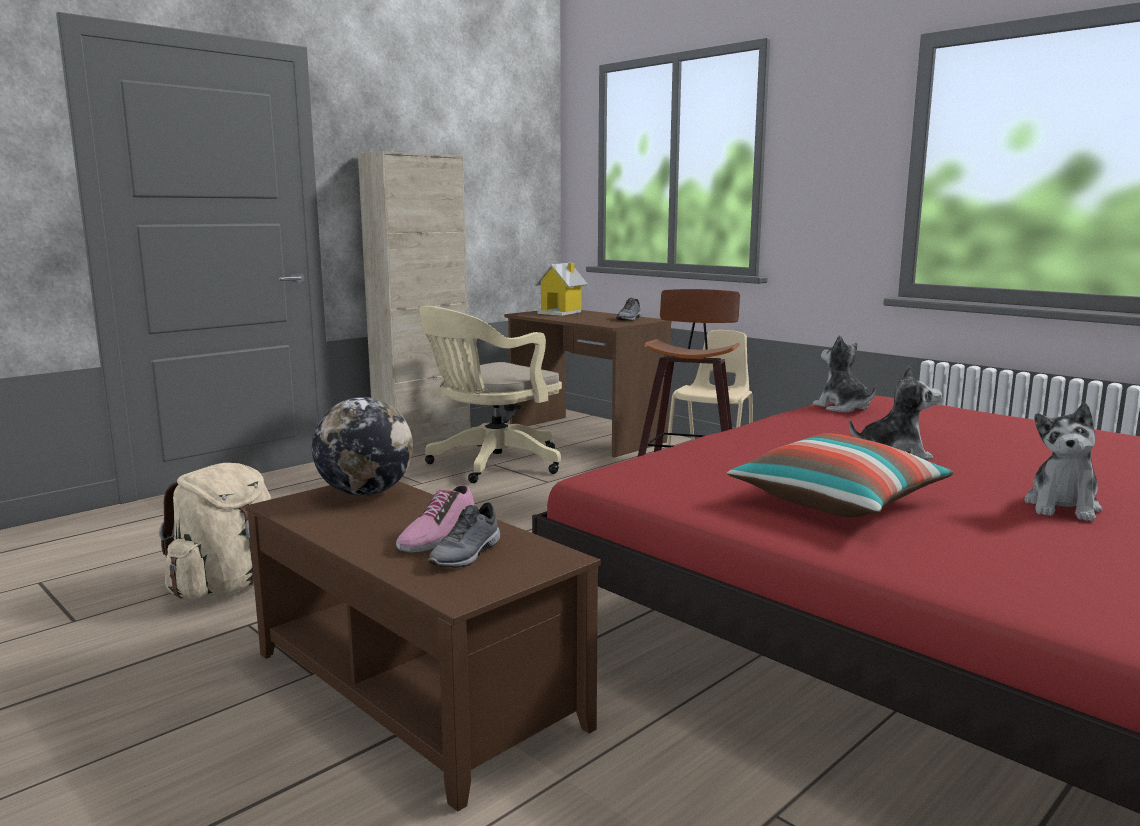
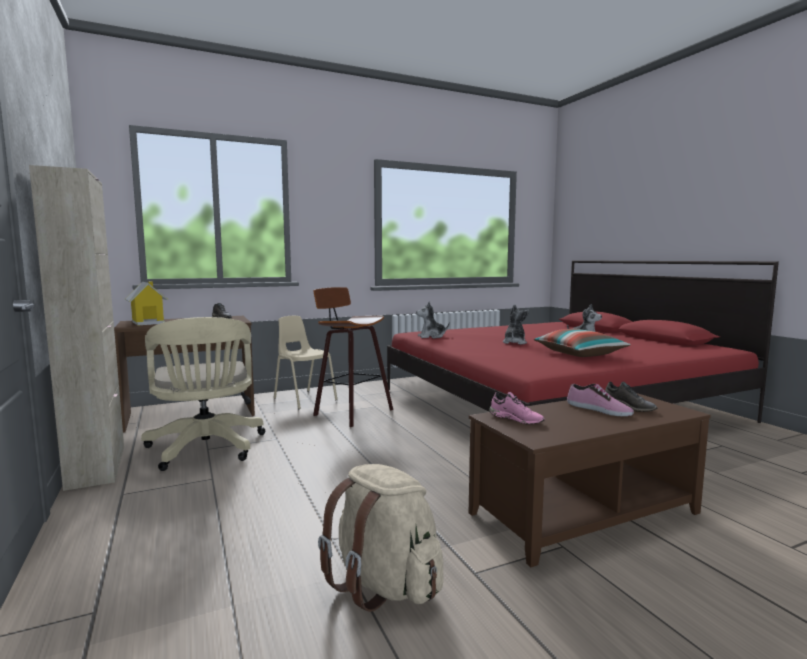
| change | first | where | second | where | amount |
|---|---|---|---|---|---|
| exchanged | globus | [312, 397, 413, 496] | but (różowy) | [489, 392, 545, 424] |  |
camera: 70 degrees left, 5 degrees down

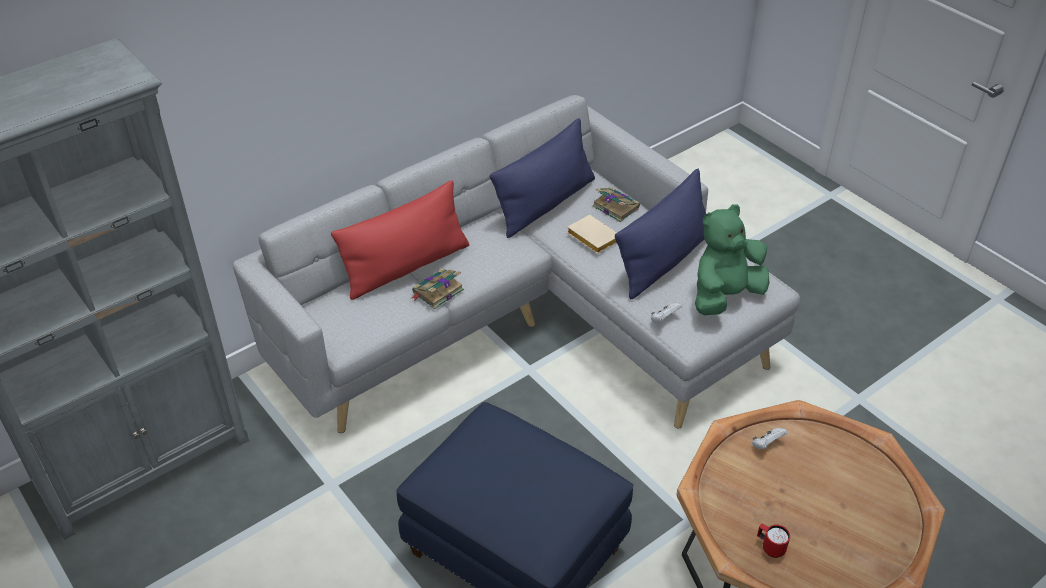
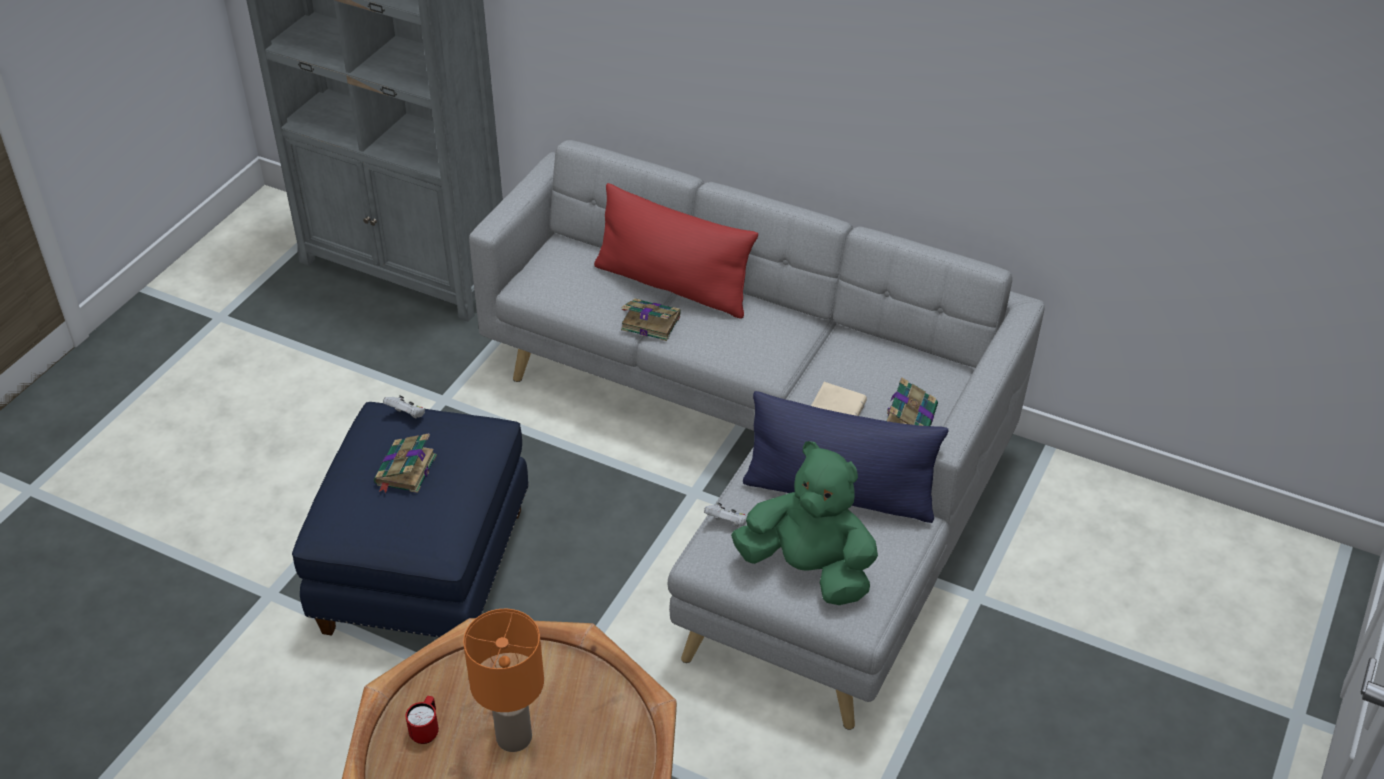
| change | first | where | second | where | amount |
|---|---|---|---|---|---|
| missing | poduszka (niebieski) | [490, 118, 595, 238] |  |  |  |
| relocated | pad do gier (biały) | [752, 428, 787, 449] |  | [383, 395, 425, 418] |  |
| appeared |  |  | książka | [374, 433, 437, 494] |  |
| appeared |  |  | lampa stołowa (pomarańczowy) | [463, 609, 544, 752] |  |
camera: 65 degrees right, 0 degrees up

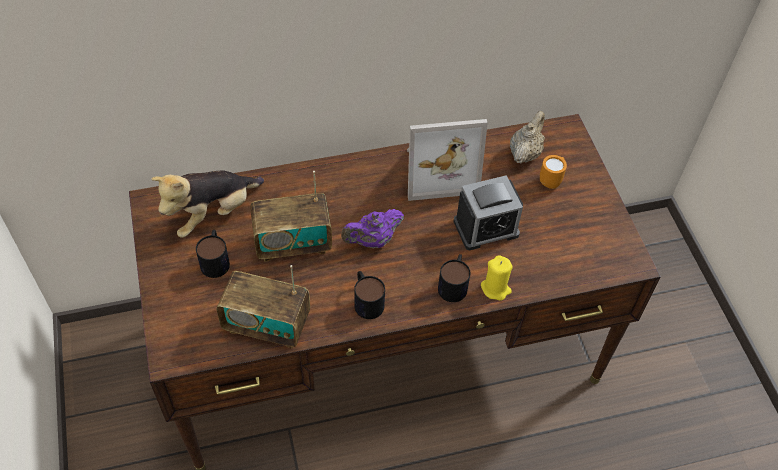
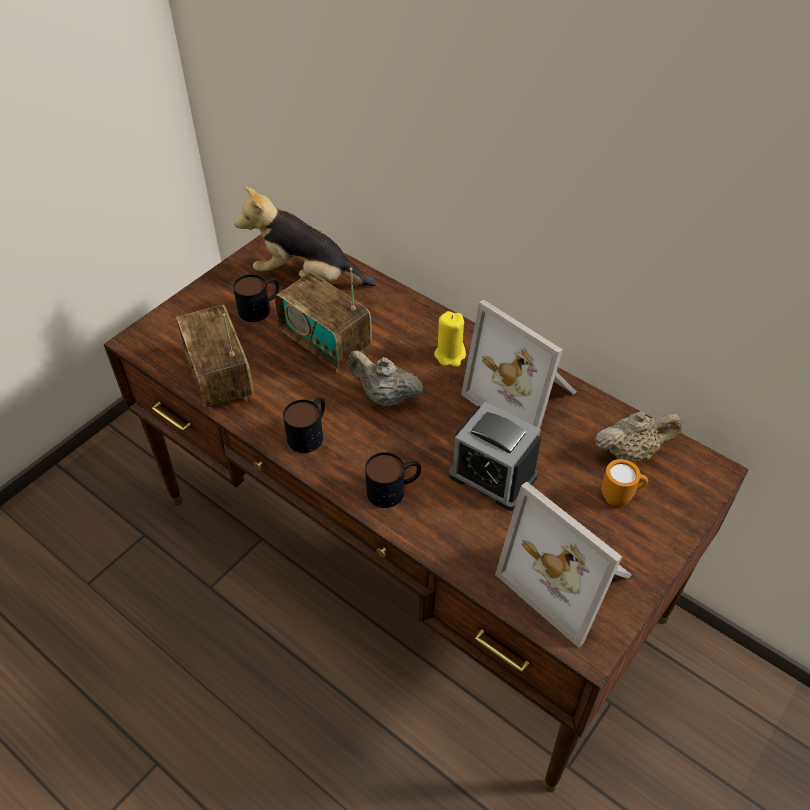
| change | first | where | second | where | amount |
|---|---|---|---|---|---|
| colour | imbryk (fioletowy) | [341, 209, 404, 248] | imbryk (beżowy) | [348, 350, 424, 407] |  |
| relocated | świeca (żółty) | [481, 255, 513, 300] |  | [434, 311, 466, 367] |  |
| appeared |  |  | ramka na zdjęcie | [495, 482, 632, 648] |  |
camera: 55 degrees right, 5 degrees down

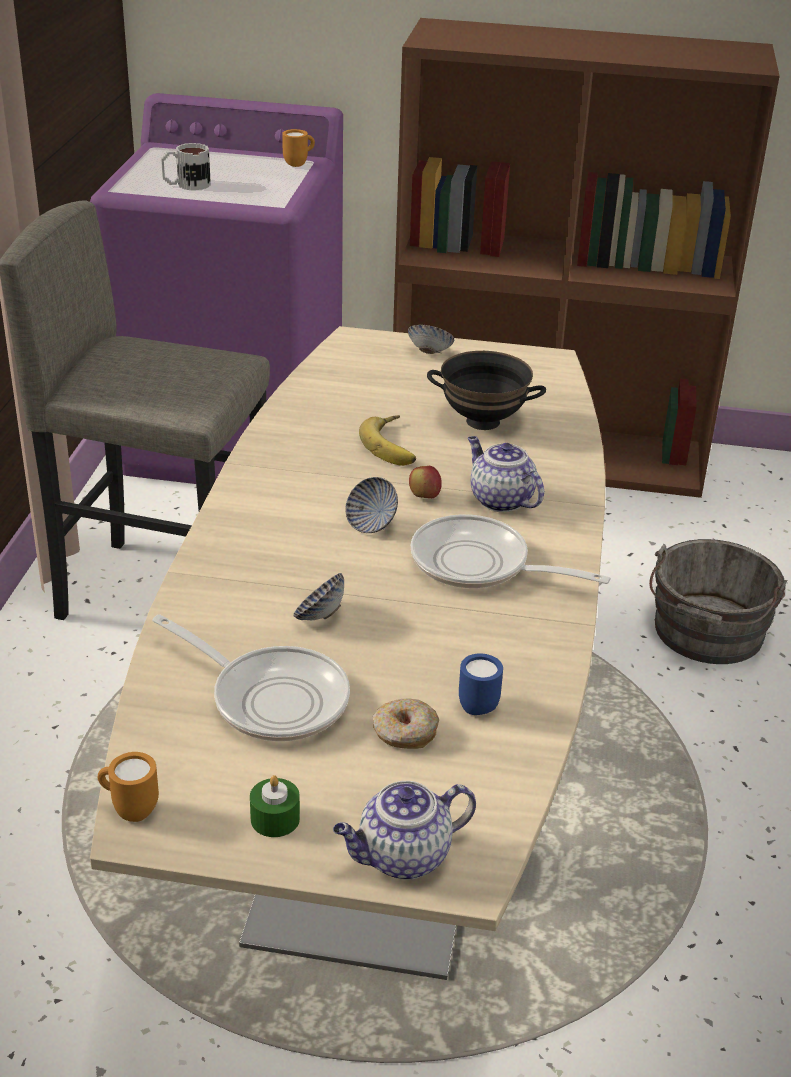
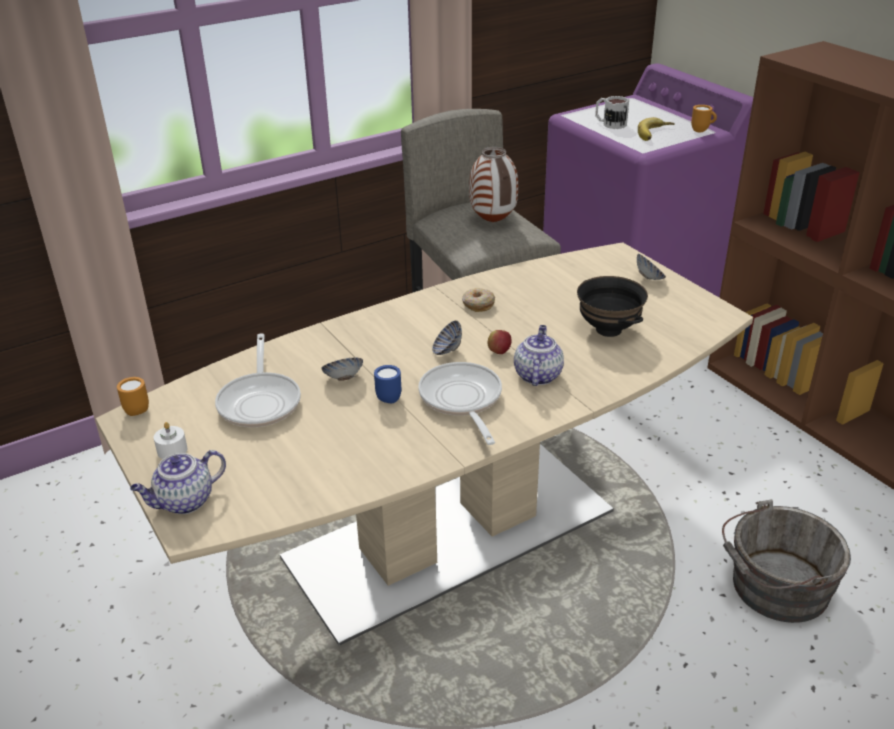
| change | first | where | second | where | amount |
|---|---|---|---|---|---|
| relocated | banan | [359, 415, 416, 466] |  | [638, 117, 675, 141] |  |
| relocated | kubek (niebieski) | [459, 653, 503, 715] |  | [374, 365, 401, 403] |  |
| relocated | donut | [373, 699, 439, 749] |  | [462, 288, 495, 312] |  |
| colour | świeca (zielony) | [250, 775, 300, 837] | świeca (biały) | [154, 422, 187, 459] |  |
| spun | imbryk | [333, 781, 476, 880] |  | [130, 450, 226, 514] | 60 degrees counterclockwise |
| appeared |  |  | wazon | [469, 147, 518, 222] |  |
camera: 50 degrees right, 0 degrees up

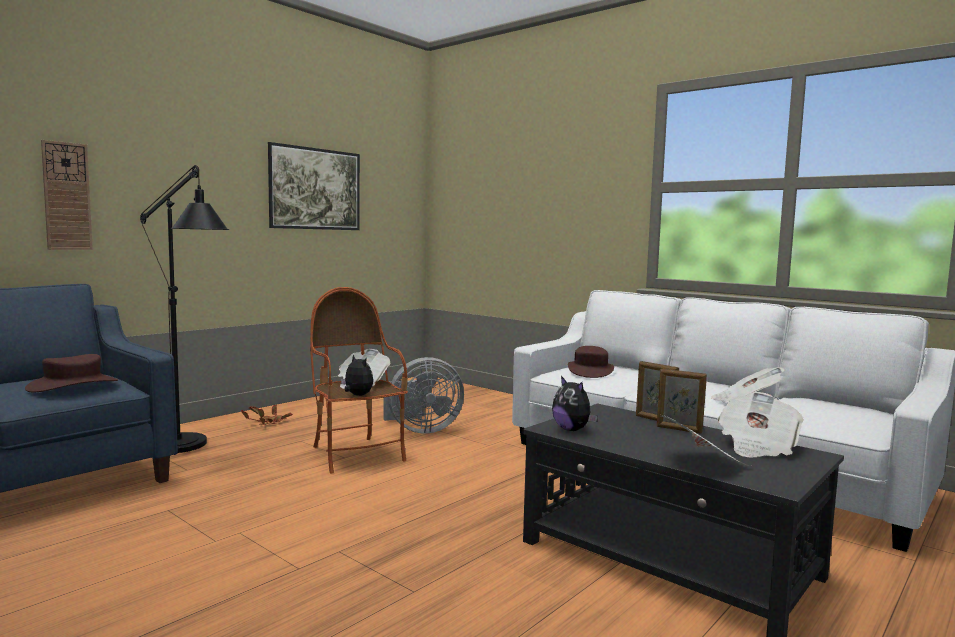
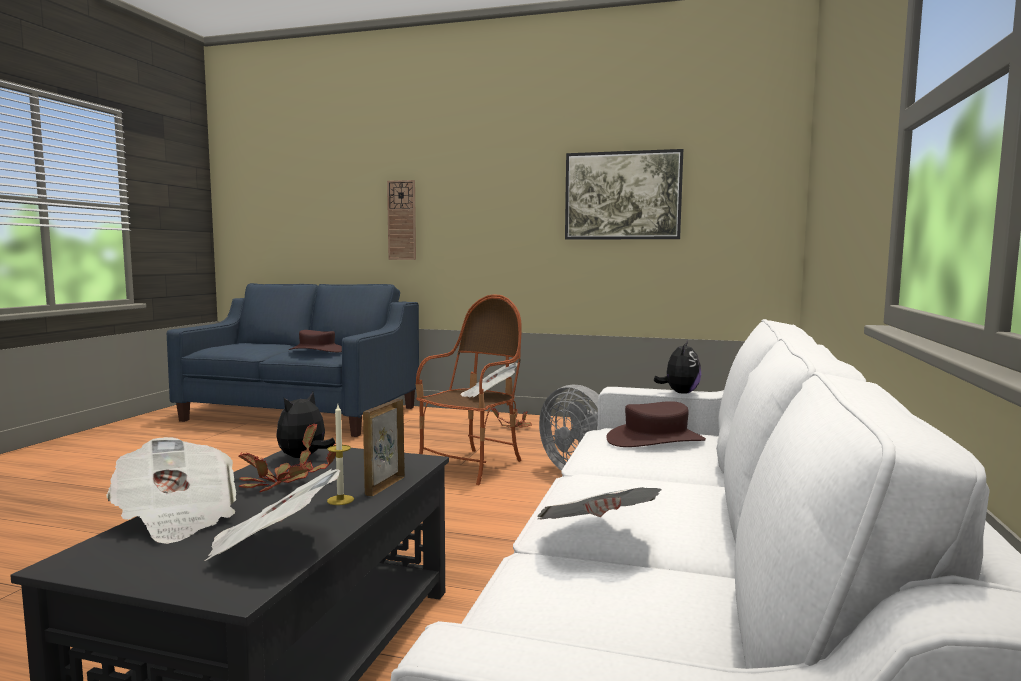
| change | first | where | second | where | amount |
|---|---|---|---|---|---|
| missing | lampa stojąca (czarny) | [140, 165, 229, 453] |  |  |  |
| relocated | pluszak | [341, 354, 373, 396] |  | [654, 341, 701, 394] |  |
| exchanged | ramka na zdjęcie | [657, 369, 707, 434] | świeca | [327, 405, 354, 505] |  |
| appeared |  |  | roślina doniczkowa | [239, 424, 336, 492] |  |
camera: 65 degrees right, 0 degrees up

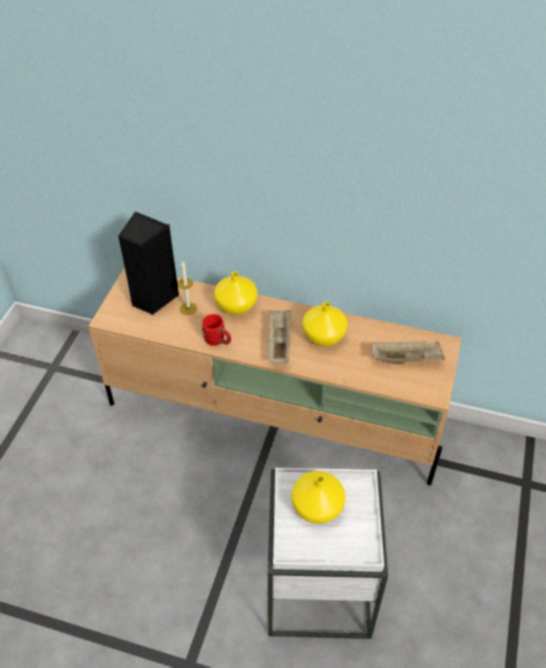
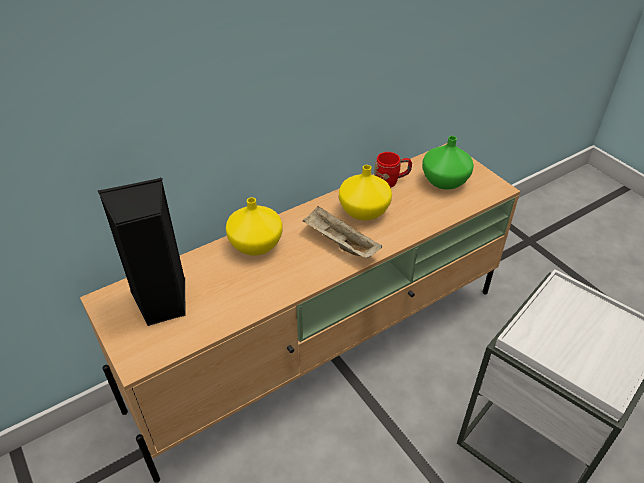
| change | first | where | second | where | amount |
|---|---|---|---|---|---|
| missing | świeca | [178, 261, 197, 315] |  |  |  |
| relocated | kubek (czerwony) | [202, 314, 231, 346] |  | [374, 152, 412, 188] |  |
| exchanged | taca (beżowy) | [371, 341, 445, 364] | wazon (zielony) | [422, 136, 474, 190] |  |
| missing | wazon (żółty) | [291, 471, 346, 524] |  |  |  |
camera: 50 degrees left, 5 degrees down

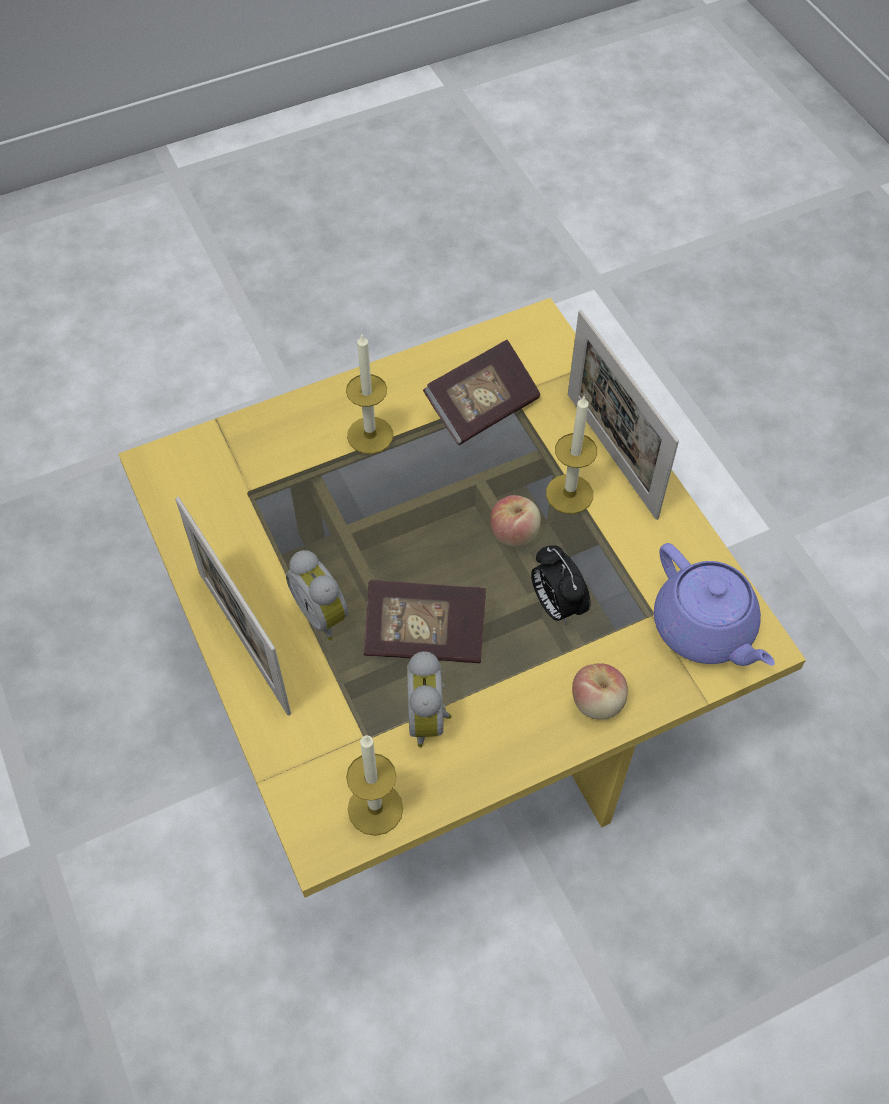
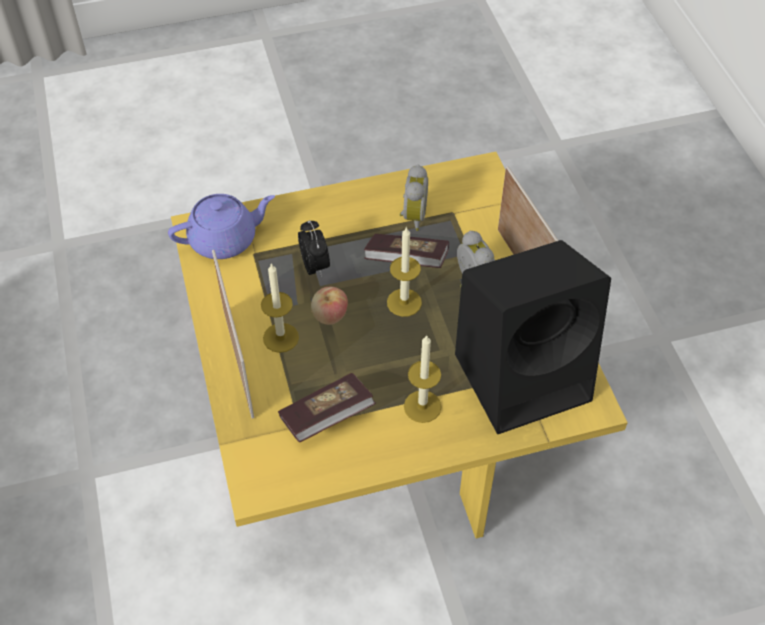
| change | first | where | second | where | amount |
|---|---|---|---|---|---|
| spun | imbryk (fioletowy) | [654, 543, 775, 666] |  | [168, 194, 275, 259] | 90 degrees clockwise |
| missing | jabłko | [572, 663, 628, 720] |  |  |  |
| relocated | świeca | [346, 735, 403, 836] |  | [387, 227, 422, 317] |  |
| appeared |  |  | głośnik (czarny) | [455, 240, 611, 434] |  |
camera: 170 degrees left, 5 degrees down

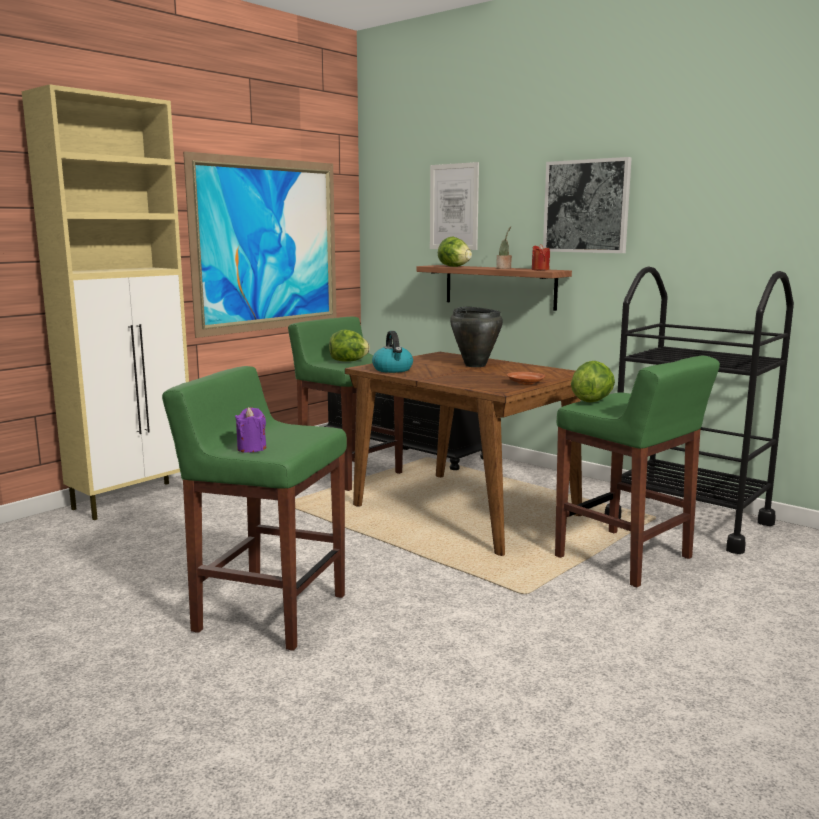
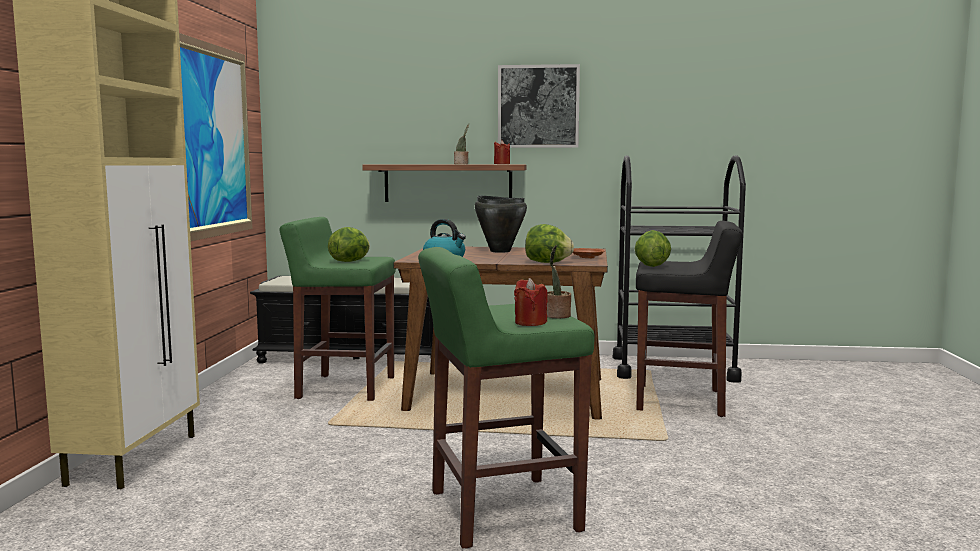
| change | first | where | second | where | amount |
|---|---|---|---|---|---|
| missing | obraz | [430, 162, 479, 250] |  |  |  |
| relocated | sałata | [438, 237, 472, 267] |  | [525, 224, 574, 263] |  |
| colour | stołek (zielony) | [555, 356, 720, 587] | stołek (czarny) | [636, 221, 743, 417] |  |
| colour | świeca (fioletowy) | [235, 407, 266, 453] | świeca (czerwony) | [514, 278, 548, 326] |  |
| appeared |  |  | roślina doniczkowa | [547, 245, 571, 319] |  |
camera: 35 degrees left, 5 degrees down

